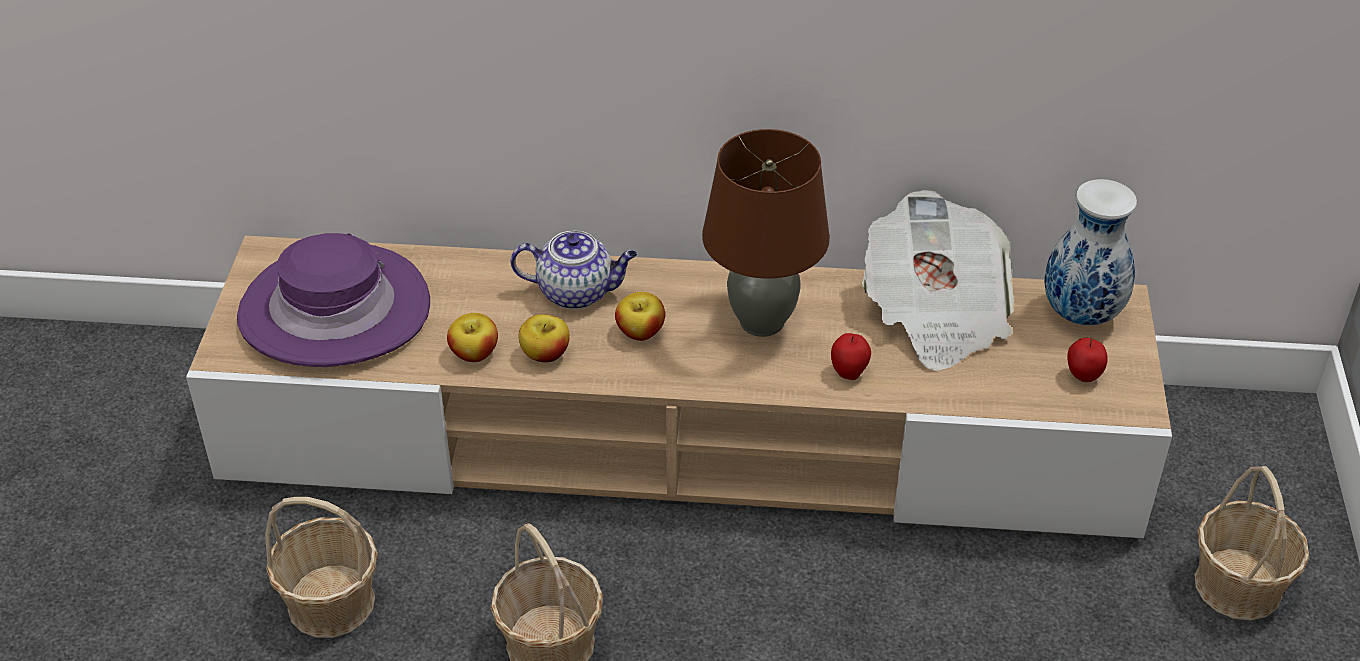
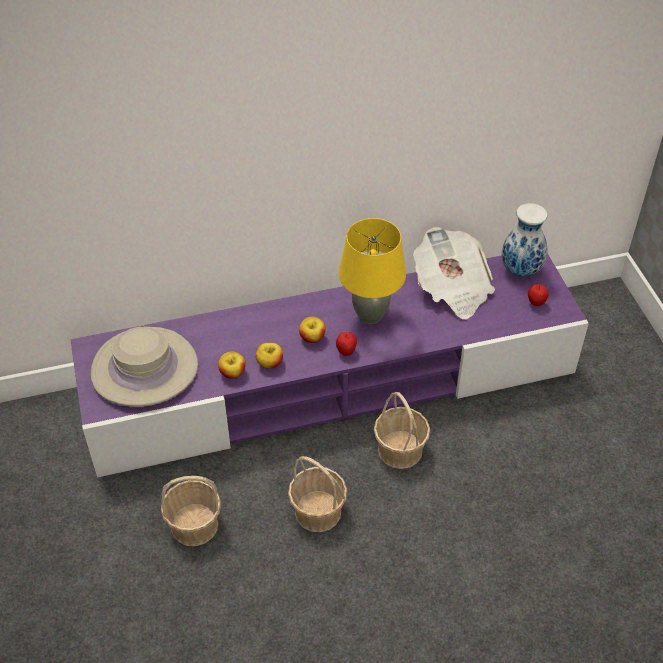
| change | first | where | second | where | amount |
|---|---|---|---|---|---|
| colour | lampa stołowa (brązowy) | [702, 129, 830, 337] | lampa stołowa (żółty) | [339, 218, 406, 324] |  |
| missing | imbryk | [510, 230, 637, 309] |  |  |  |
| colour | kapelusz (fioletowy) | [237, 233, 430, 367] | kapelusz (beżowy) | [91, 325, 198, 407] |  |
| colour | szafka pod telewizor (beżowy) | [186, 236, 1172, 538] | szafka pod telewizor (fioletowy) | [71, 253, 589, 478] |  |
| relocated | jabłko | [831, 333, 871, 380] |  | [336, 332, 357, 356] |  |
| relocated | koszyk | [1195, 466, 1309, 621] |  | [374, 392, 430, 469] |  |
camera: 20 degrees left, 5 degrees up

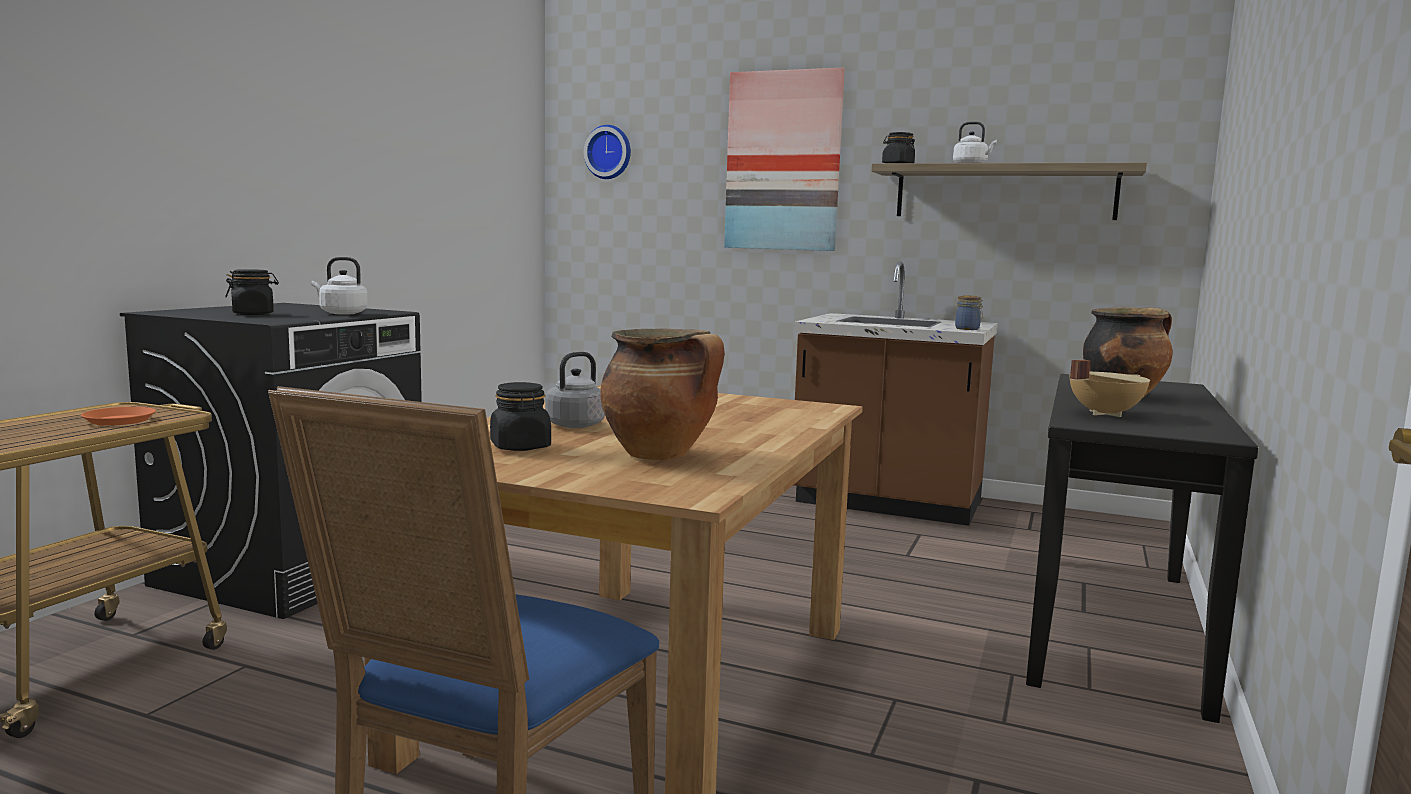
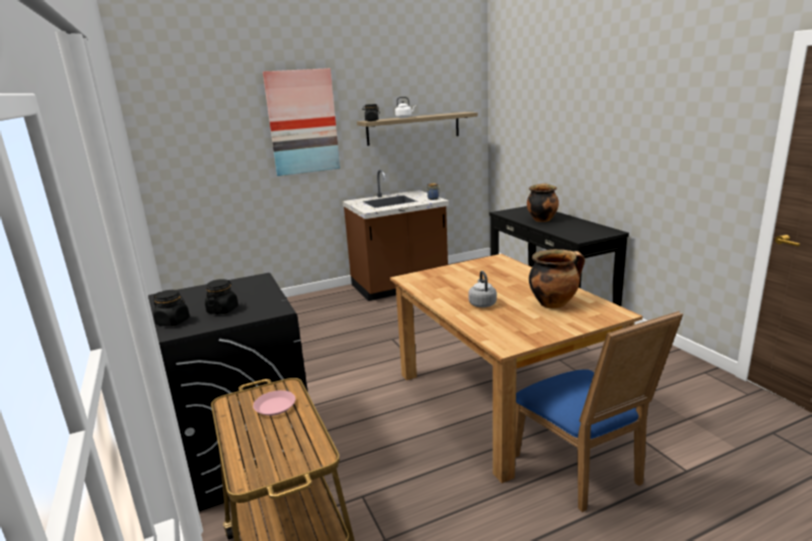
| change | first | where | second | where | amount |
|---|---|---|---|---|---|
| missing | zegar ścienny | [584, 125, 631, 179] |  |  |  |
| missing | czajnik (biały) | [311, 257, 368, 315] |  |  |  |
| missing | garnek (beżowy) | [1070, 360, 1150, 417] |  |  |  |
| relocated | słoik (czarny) | [490, 382, 551, 451] |  | [153, 290, 190, 326] |  |
| colour | talerz (pomarańczowy) | [81, 407, 156, 426] | talerz (różowy) | [253, 390, 296, 416] |  |
camera: 45 degrees left, 10 degrees up

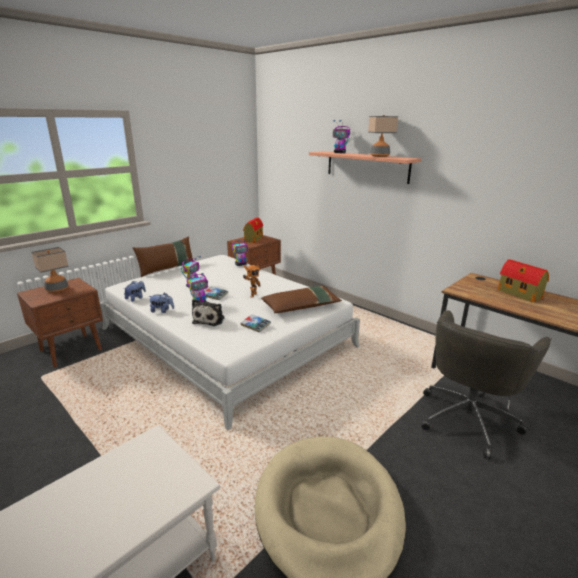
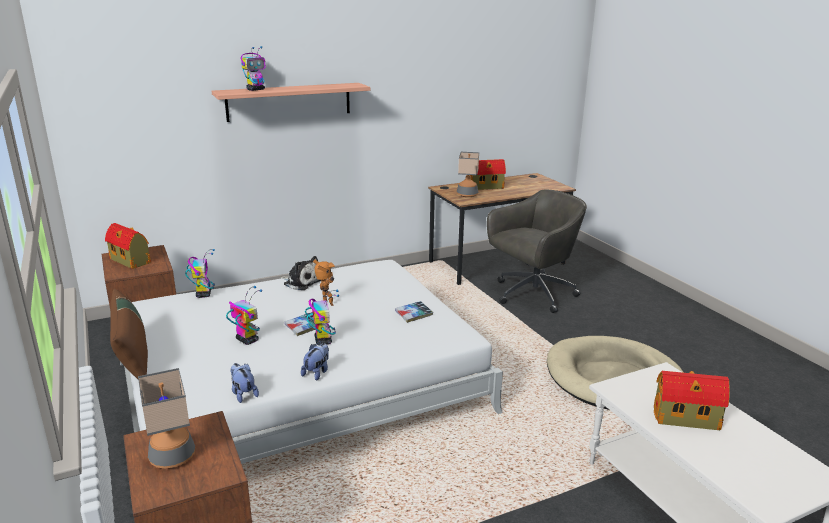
| change | first | where | second | where | amount |
|---|---|---|---|---|---|
| relocated | lampa stołowa | [368, 115, 398, 157] |  | [457, 152, 479, 197] |  |
| missing | poduszka (brązowy) | [261, 286, 342, 313] |  |  |  |
| relocated | pluszak | [192, 299, 225, 326] |  | [280, 256, 321, 290] |  |
| spun | krzesło biurowe (szary) | [421, 310, 552, 459] |  | [487, 190, 587, 313] | 90 degrees counterclockwise |
| appeared |  |  | domek | [654, 371, 730, 430] |  |
camera: 70 degrees left, 0 degrees up

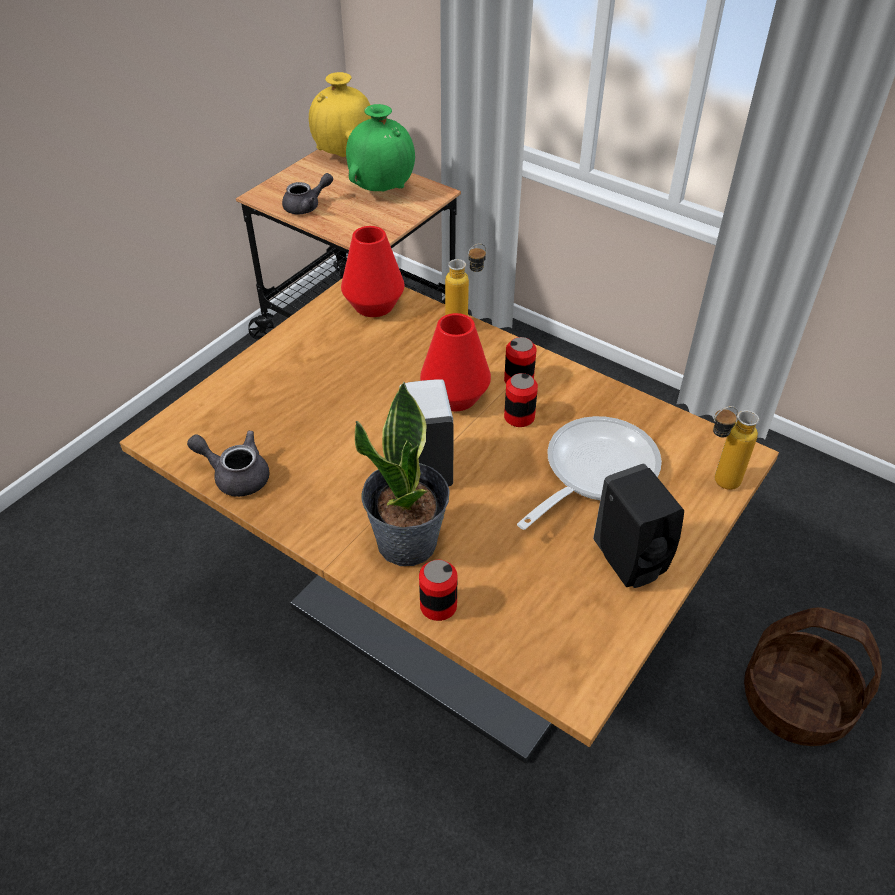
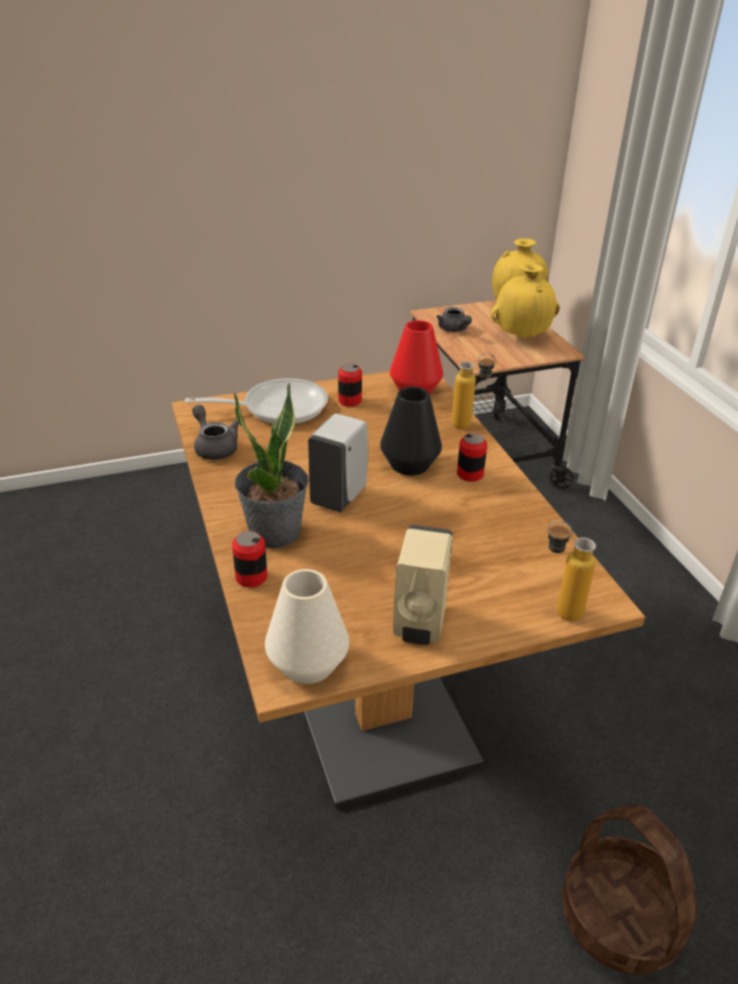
| change | first | where | second | where | amount |
|---|---|---|---|---|---|
| colour | wazon (zielony) | [346, 104, 415, 192] | wazon (żółty) | [490, 263, 560, 339] |  |
| spun | imbryk (szary) | [282, 173, 333, 215] |  | [437, 307, 472, 332] | 60 degrees clockwise |
| colour | wazon (czerwony) | [420, 313, 491, 411] | wazon (czarny) | [380, 387, 442, 475] |  |
| relocated | puszka | [504, 373, 538, 427] |  | [338, 364, 362, 407] |  |
| relocated | patelnia | [517, 416, 662, 530] |  | [185, 378, 328, 424] |  |
| colour | dozownik mydła (czarny) | [593, 464, 684, 588] | dozownik mydła (beżowy) | [393, 525, 453, 645] |  |
| appeared |  |  | wazon (biały) | [265, 569, 349, 684] |  |
camera: 35 degrees right, 10 degrees down

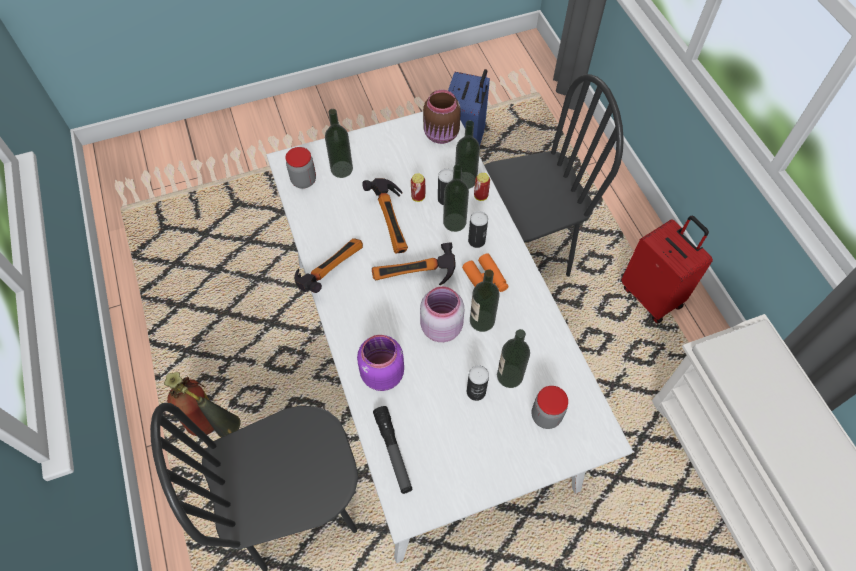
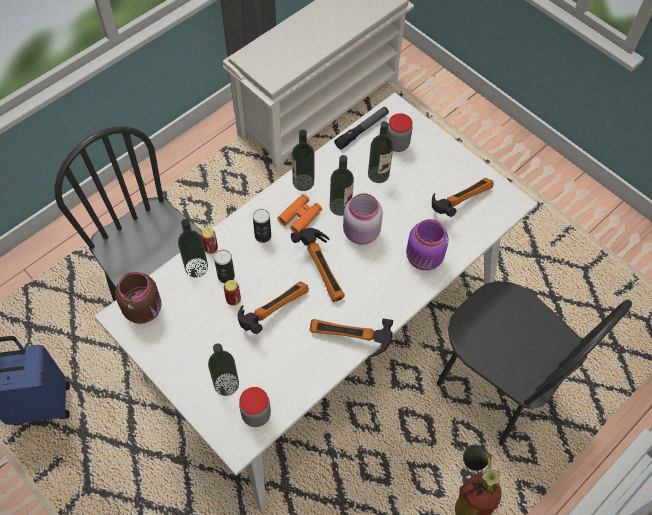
| change | first | where | second | where | amount |
|---|---|---|---|---|---|
| relocated | butelka | [443, 164, 469, 232] |  | [292, 129, 315, 191] |  |
| missing | walizka (czerwony) | [621, 216, 713, 324] |  |  |  |
| missing | puszka | [467, 365, 489, 401] |  |  |  |
| relocated | latarka | [373, 406, 412, 494] |  | [335, 107, 389, 150] |  |
| appeared |  |  | młotek | [432, 178, 494, 217] |  |
camera: 115 degrees left, 0 degrees up

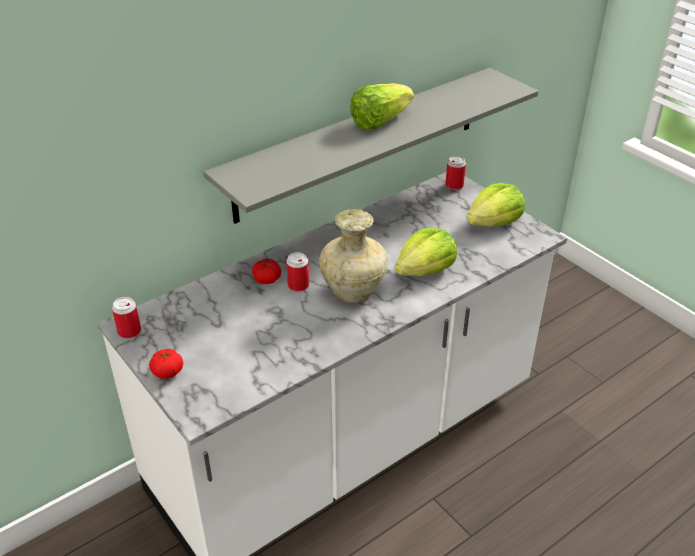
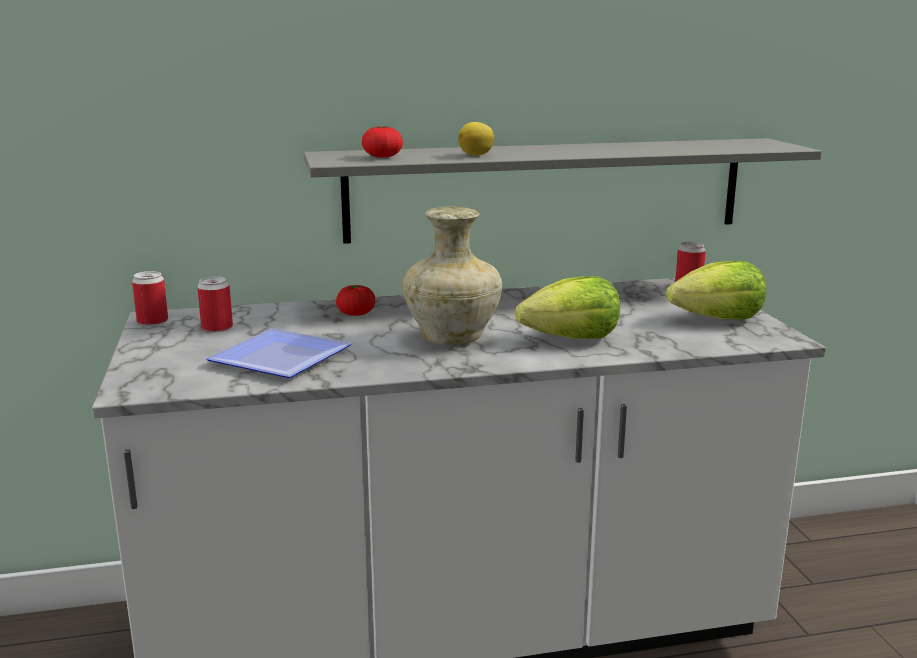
| change | first | where | second | where | amount |
|---|---|---|---|---|---|
| missing | sałata | [350, 83, 414, 130] |  |  |  |
| relocated | puszka | [286, 252, 309, 292] |  | [197, 276, 233, 332] |  |
| relocated | pomidor | [149, 349, 183, 379] |  | [362, 125, 403, 158] |  |
| appeared |  |  | cytryna | [458, 122, 494, 156] |  |
| appeared |  |  | talerz | [205, 328, 351, 378] |  |
camera: 25 degrees right, 20 degrees down

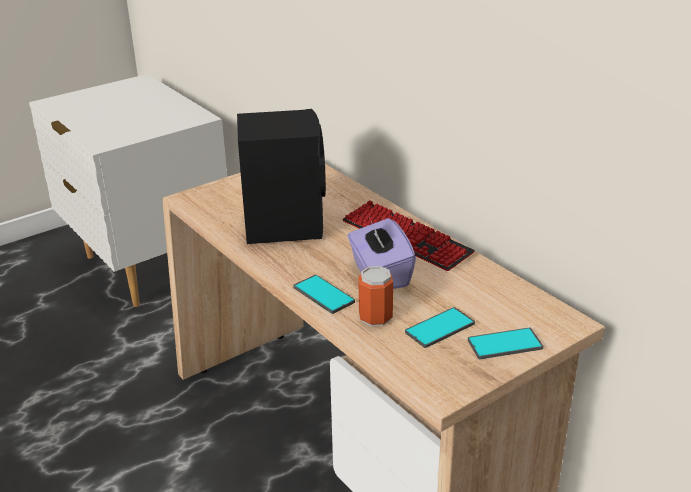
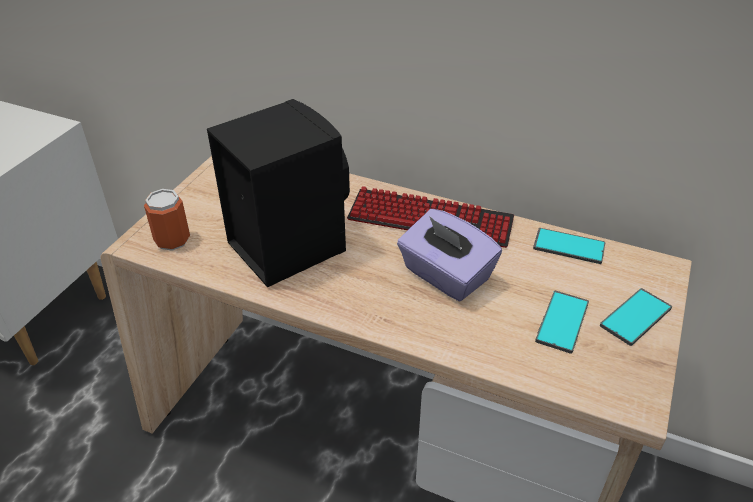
| change | first | where | second | where | amount |
|---|---|---|---|---|---|
| relocated | puszka | [359, 266, 393, 326] |  | [144, 189, 190, 251] |  |
| relocated | telefon | [293, 275, 355, 314] |  | [533, 228, 605, 264] |  |
camera: 30 degrees left, 10 degrees up

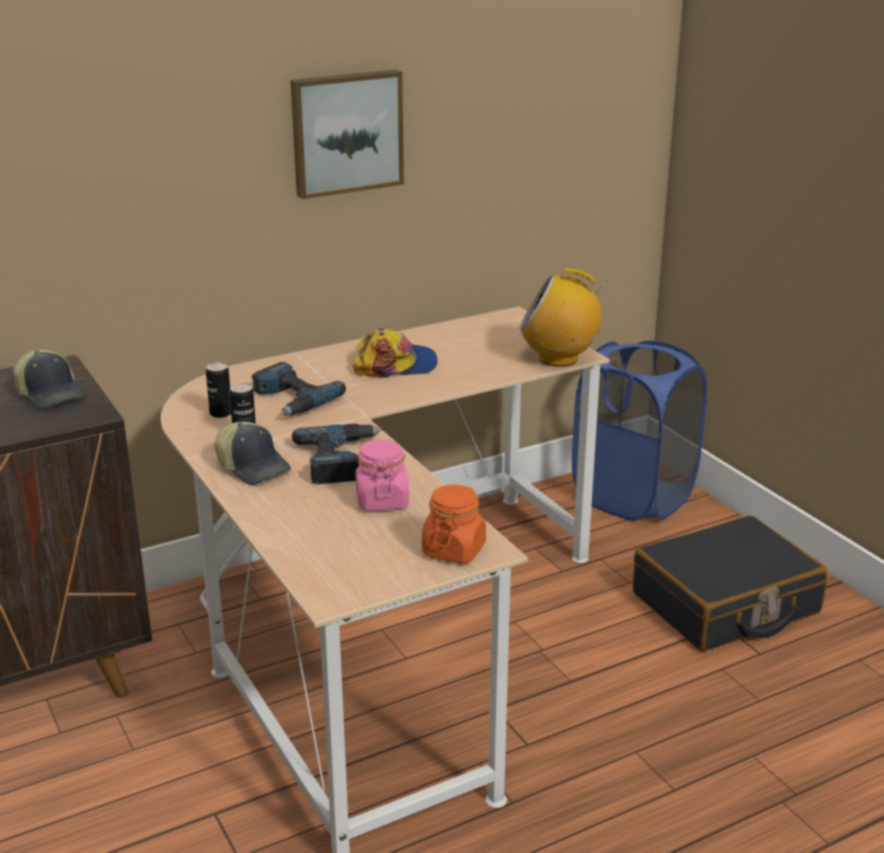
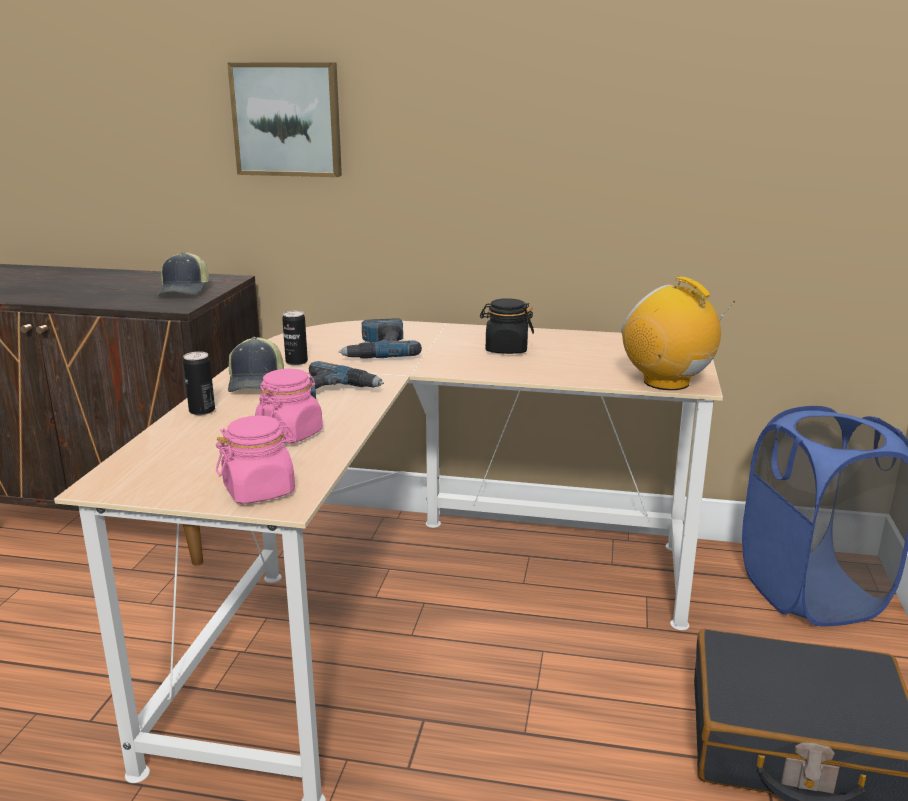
| change | first | where | second | where | amount |
|---|---|---|---|---|---|
| relocated | obraz | [291, 70, 404, 199] |  | [227, 62, 342, 177] |  |
| exchanged | czapka z daszkiem | [353, 328, 438, 378] | słoik (czarny) | [480, 298, 534, 354] |  |
| relocated | puszka | [206, 362, 231, 418] |  | [183, 352, 215, 415] |  |
| colour | słoik (pomarańczowy) | [422, 484, 486, 564] | słoik (różowy) | [216, 416, 297, 504] |  |
camera: 40 degrees right, 5 degrees down

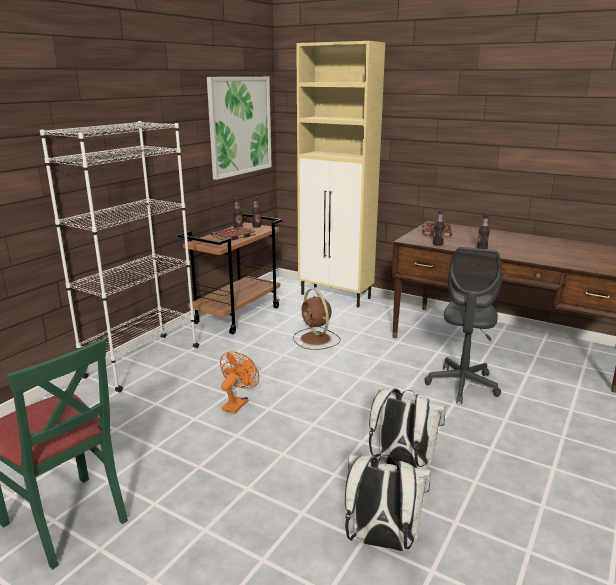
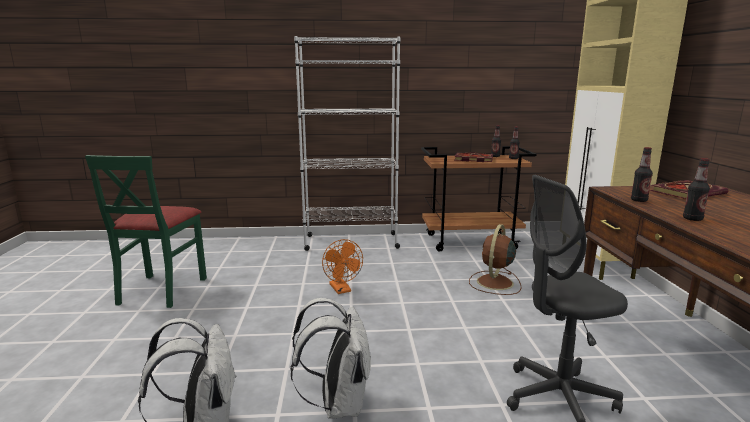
| change | first | where | second | where | amount |
|---|---|---|---|---|---|
| missing | obraz | [207, 77, 272, 180] |  |  |  |
| spun | wentylator (pomarańczowy) | [220, 351, 259, 414] |  | [322, 239, 363, 294] | 75 degrees clockwise |
camera: 55 degrees right, 5 degrees down

